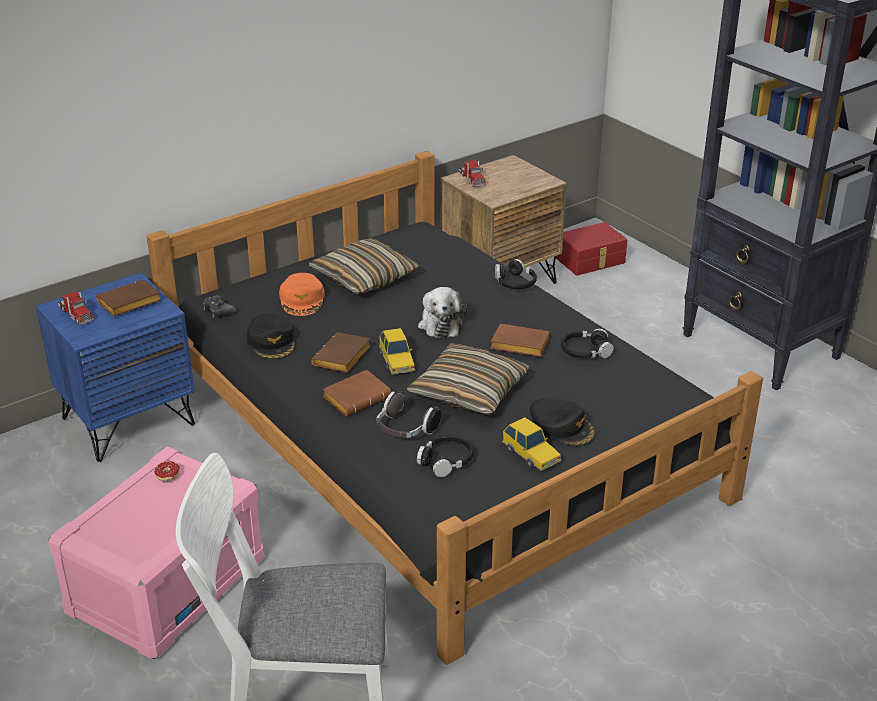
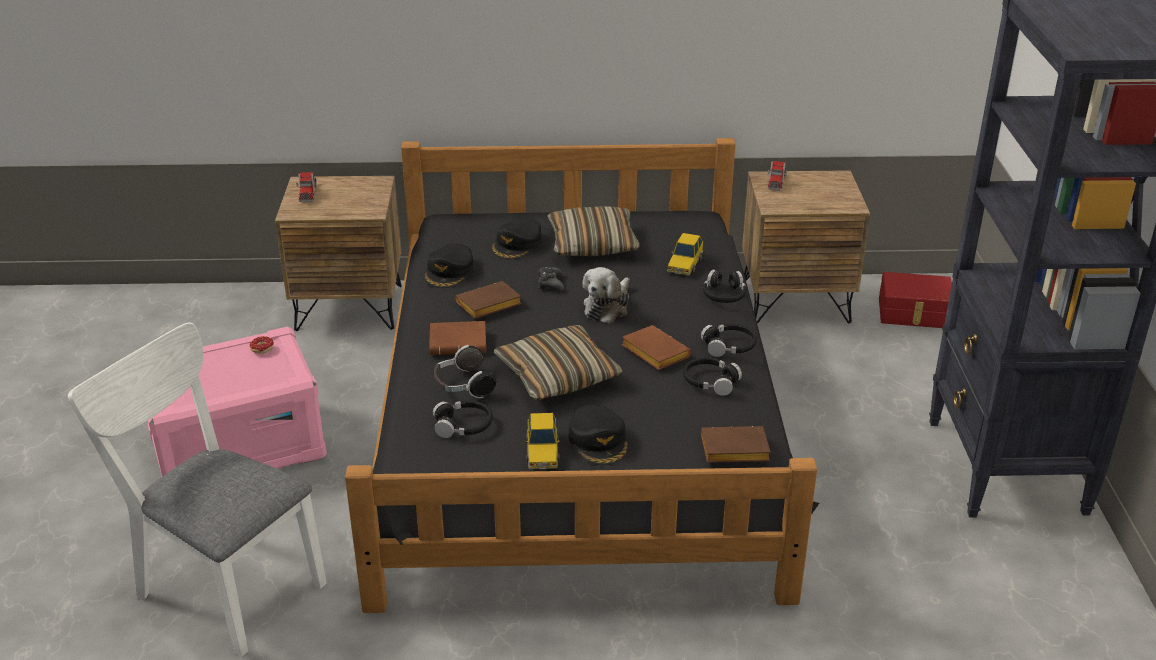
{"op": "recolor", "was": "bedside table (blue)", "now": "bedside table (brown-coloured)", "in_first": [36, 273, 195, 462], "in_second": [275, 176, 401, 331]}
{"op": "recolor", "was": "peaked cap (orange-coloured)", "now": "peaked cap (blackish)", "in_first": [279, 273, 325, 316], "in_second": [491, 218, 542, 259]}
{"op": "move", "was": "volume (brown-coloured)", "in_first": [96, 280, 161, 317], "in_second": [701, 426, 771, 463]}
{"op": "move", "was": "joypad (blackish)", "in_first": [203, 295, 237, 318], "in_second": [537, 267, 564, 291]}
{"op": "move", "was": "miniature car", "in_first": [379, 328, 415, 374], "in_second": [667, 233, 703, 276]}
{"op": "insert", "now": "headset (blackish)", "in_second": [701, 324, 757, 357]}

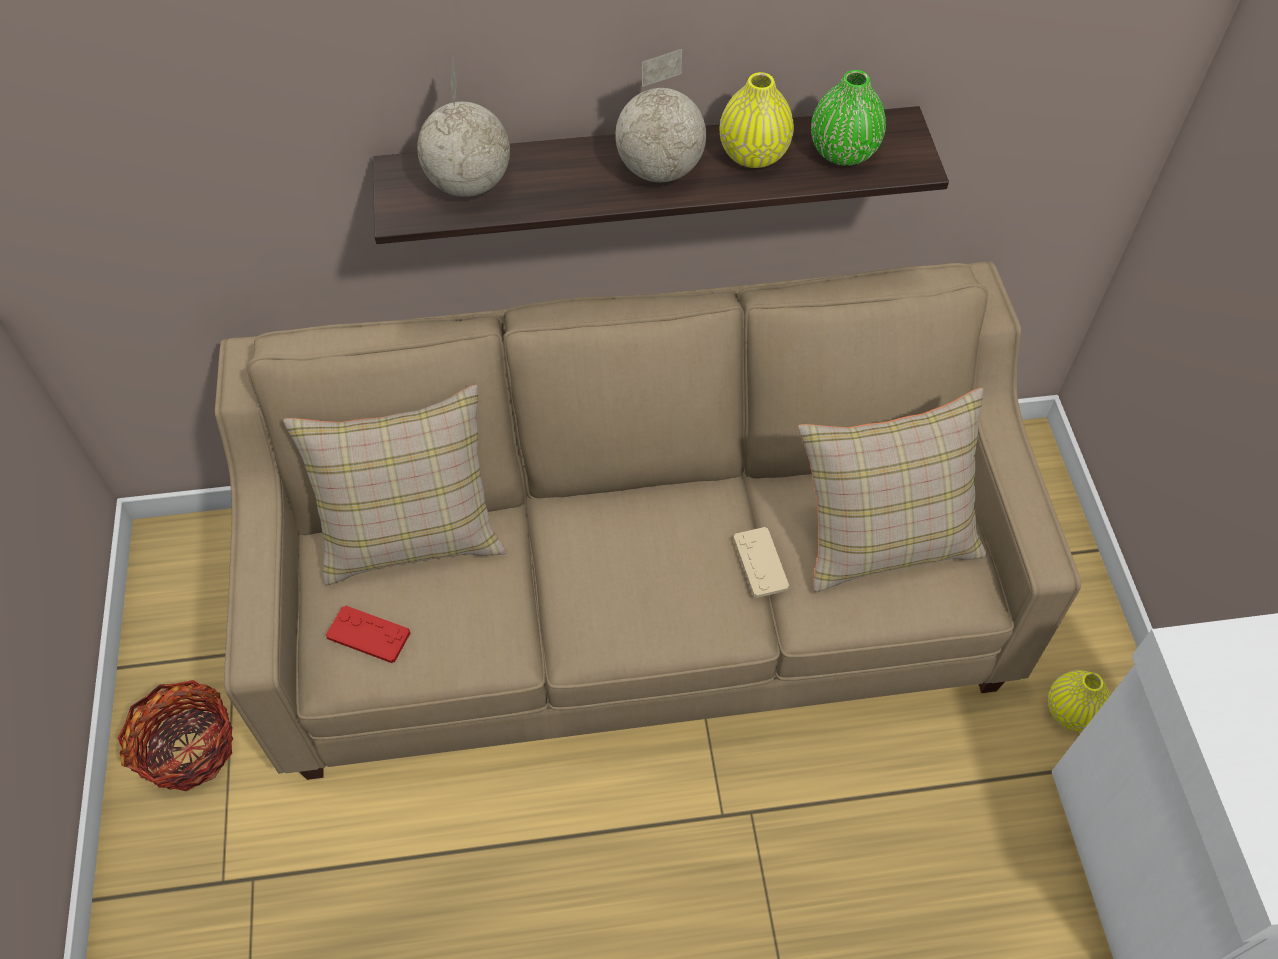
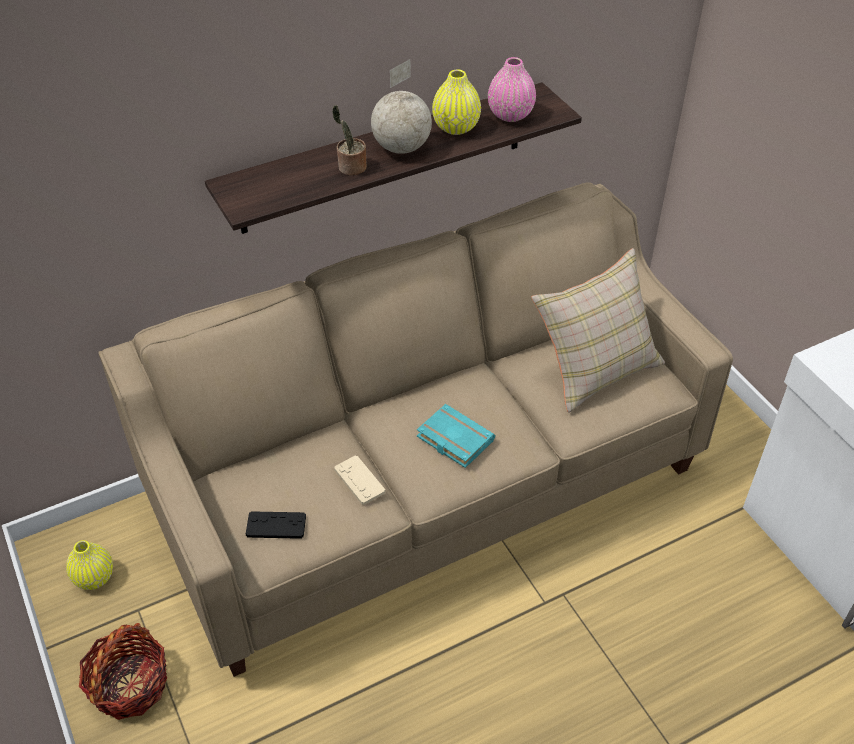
{"op": "delete", "was": "desk globe", "in_first": [417, 58, 510, 197]}
{"op": "recolor", "was": "decorative vase (greenish)", "now": "decorative vase (pink-coloured)", "in_first": [811, 70, 886, 166], "in_second": [488, 57, 536, 122]}
{"op": "delete", "was": "throw pillow (beige)", "in_first": [283, 384, 507, 586]}
{"op": "move", "was": "joypad (beige)", "in_first": [733, 527, 789, 598], "in_second": [334, 455, 386, 505]}
{"op": "recolor", "was": "joypad (reddish)", "now": "joypad (blackish)", "in_first": [326, 605, 410, 663], "in_second": [246, 511, 306, 539]}
{"op": "move", "was": "decorative vase (yellow)", "in_first": [1048, 670, 1110, 731], "in_second": [66, 540, 113, 590]}
{"op": "insert", "now": "potted plant", "in_second": [332, 105, 367, 175]}
{"op": "insert", "now": "volume (turquoise)", "in_second": [417, 404, 495, 468]}

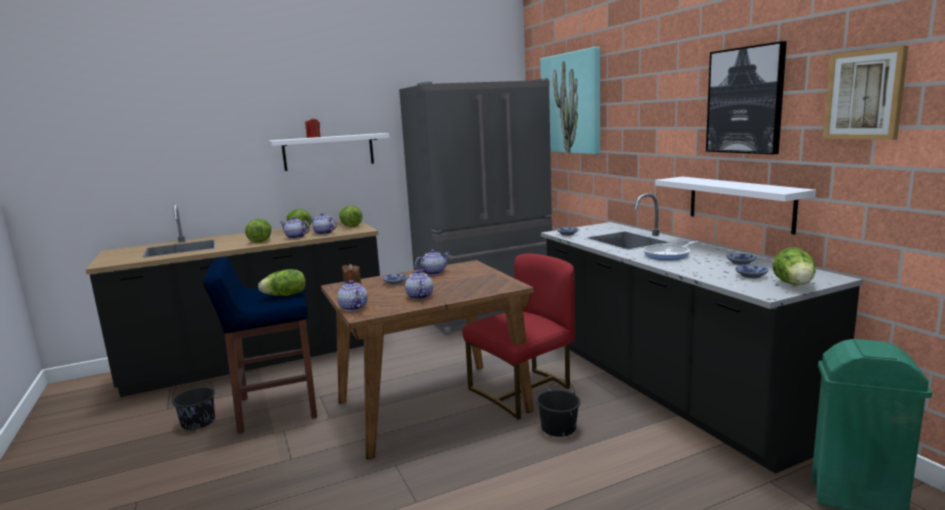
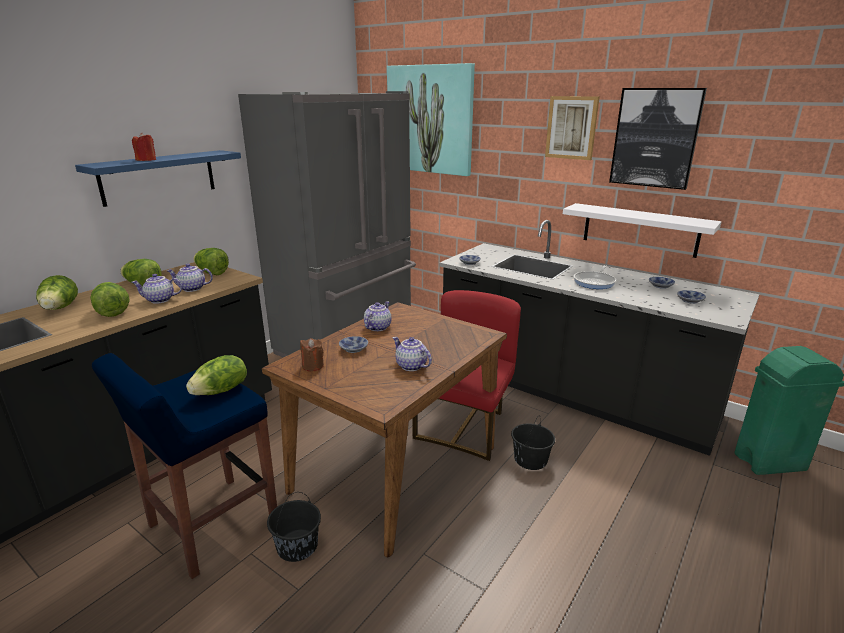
{"op": "move", "was": "picture", "in_first": [823, 46, 908, 140], "in_second": [545, 96, 600, 160]}
{"op": "recolor", "was": "shelf (whitish)", "now": "shelf (blue)", "in_first": [269, 133, 390, 171], "in_second": [75, 150, 241, 207]}
{"op": "move", "was": "lettuce", "in_first": [773, 247, 816, 285], "in_second": [36, 275, 78, 310]}
{"op": "delete", "was": "tea pot", "in_first": [337, 280, 368, 311]}
{"op": "move", "was": "bucket (blackish)", "in_first": [172, 375, 215, 430], "in_second": [267, 492, 321, 562]}

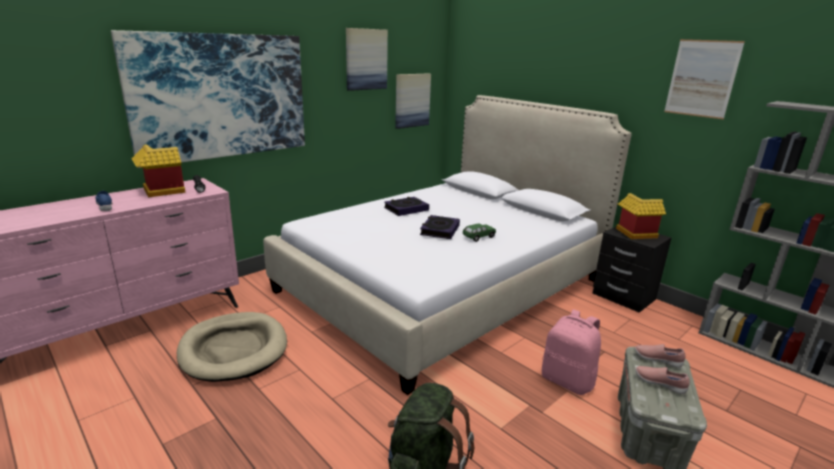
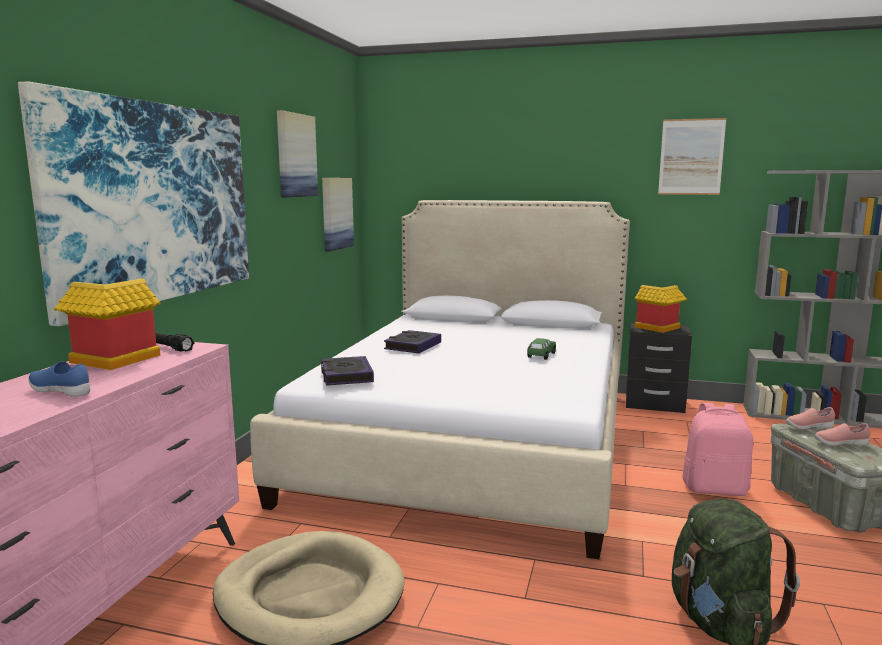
{"op": "move", "was": "volume", "in_first": [420, 215, 460, 239], "in_second": [321, 356, 374, 386]}

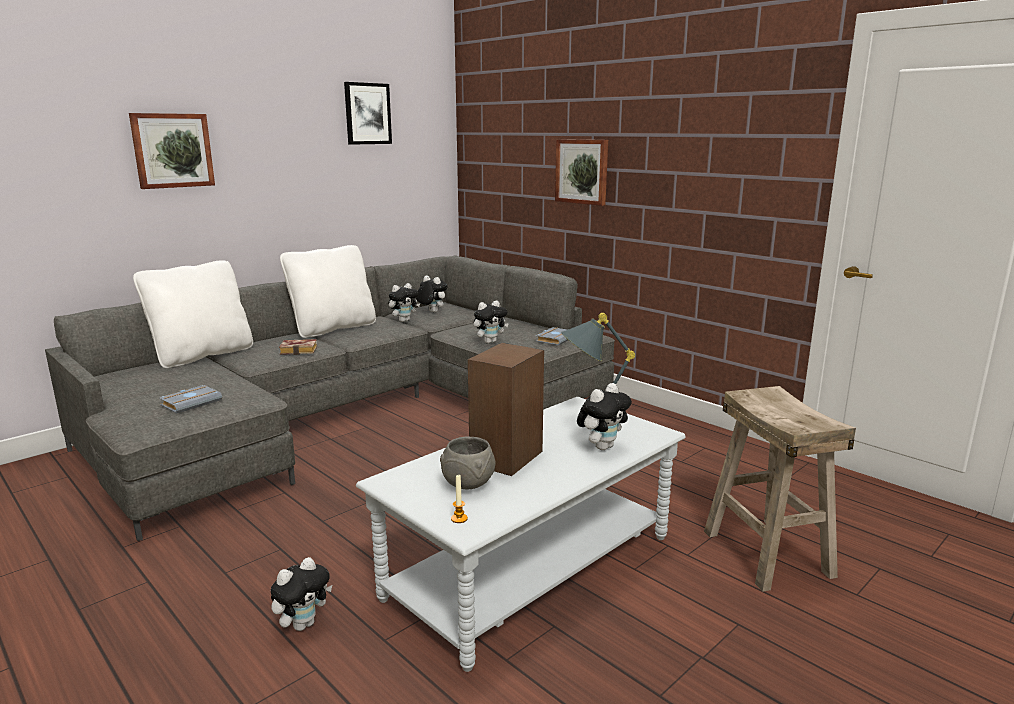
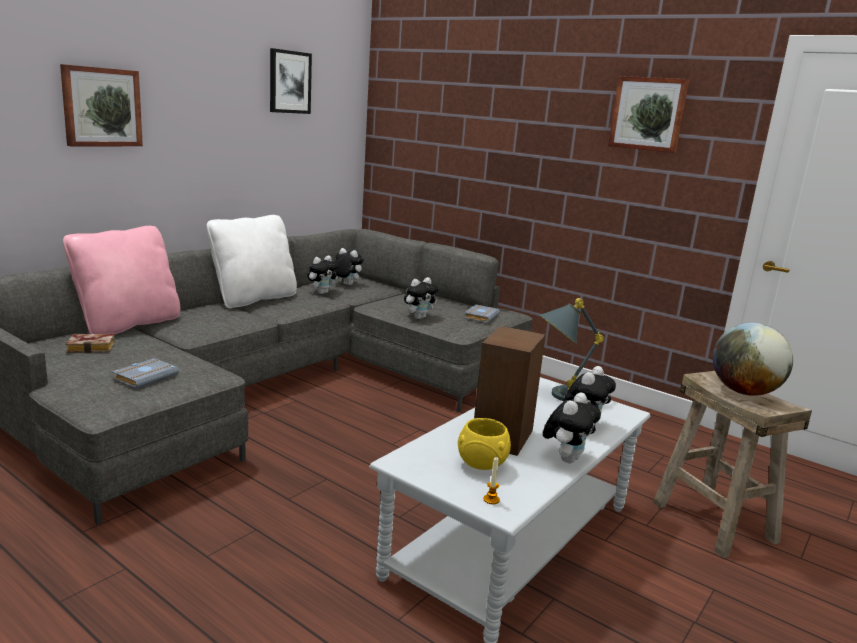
{"op": "move", "was": "picture", "in_first": [555, 139, 608, 206], "in_second": [608, 76, 690, 153]}
{"op": "recolor", "was": "throw pillow (whitish)", "now": "throw pillow (pink-coloured)", "in_first": [133, 260, 253, 368], "in_second": [63, 226, 180, 335]}
{"op": "move", "was": "volume", "in_first": [279, 339, 317, 355], "in_second": [66, 334, 115, 353]}
{"op": "recolor", "was": "bowl (gray)", "now": "bowl (yellow)", "in_first": [440, 436, 496, 489], "in_second": [458, 418, 511, 470]}
{"op": "move", "was": "cuddly toy", "in_first": [271, 557, 333, 631], "in_second": [543, 392, 601, 463]}
{"op": "insert", "now": "desk globe", "in_second": [713, 323, 793, 396]}

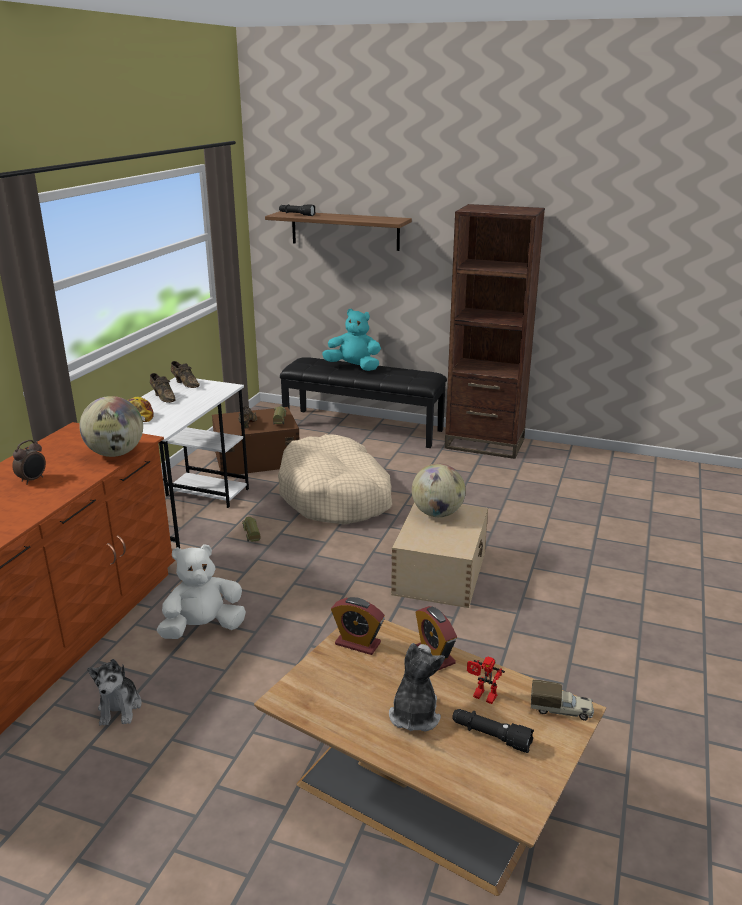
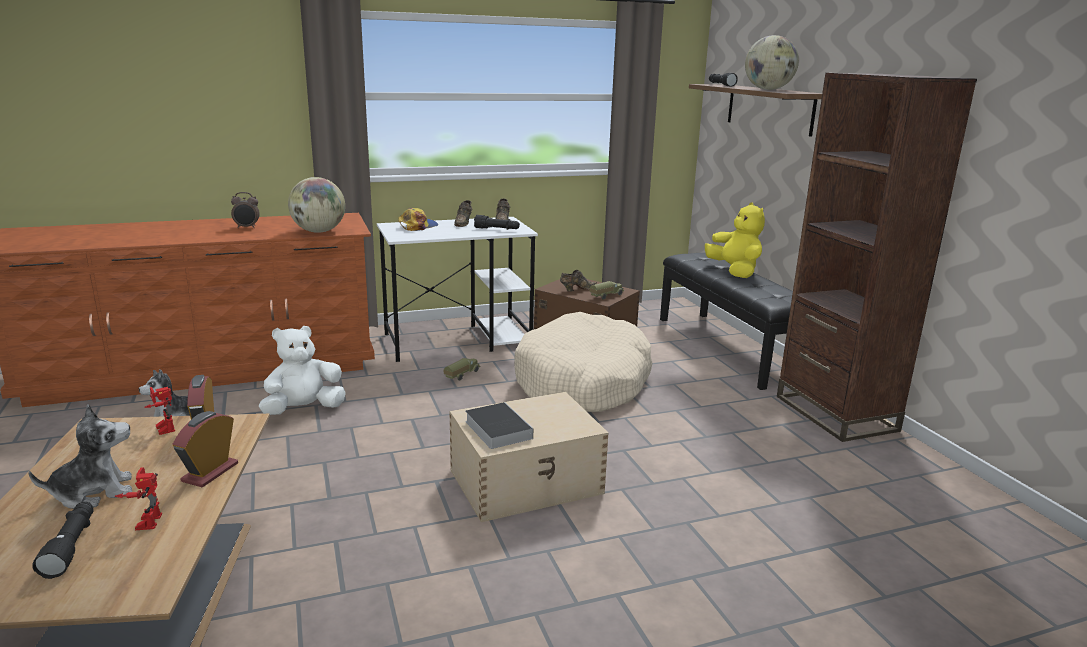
{"op": "recolor", "was": "cuddly toy (turquoise)", "now": "cuddly toy (yellow)", "in_first": [322, 309, 381, 371], "in_second": [705, 202, 765, 278]}
{"op": "move", "was": "desk globe", "in_first": [412, 464, 466, 517], "in_second": [745, 35, 799, 90]}
{"op": "rotate", "was": "cuddly toy (whitish)", "in_first": [157, 544, 246, 639], "in_second": [259, 326, 346, 415], "clockwise": -60}
{"op": "delete", "was": "toy truck", "in_first": [531, 680, 594, 721]}
{"op": "insert", "now": "flashlight (blackish)", "in_second": [474, 215, 520, 230]}
{"op": "insert", "now": "robot figure", "in_second": [144, 387, 175, 435]}
{"op": "insert", "now": "volume", "in_second": [465, 402, 533, 449]}

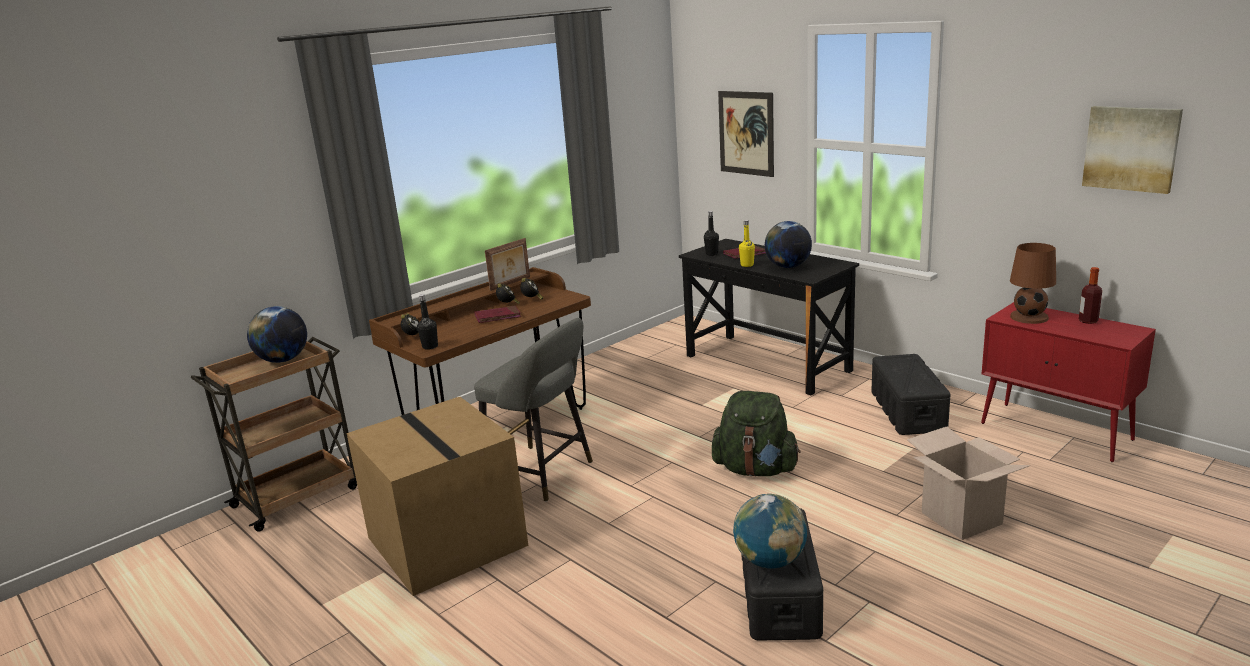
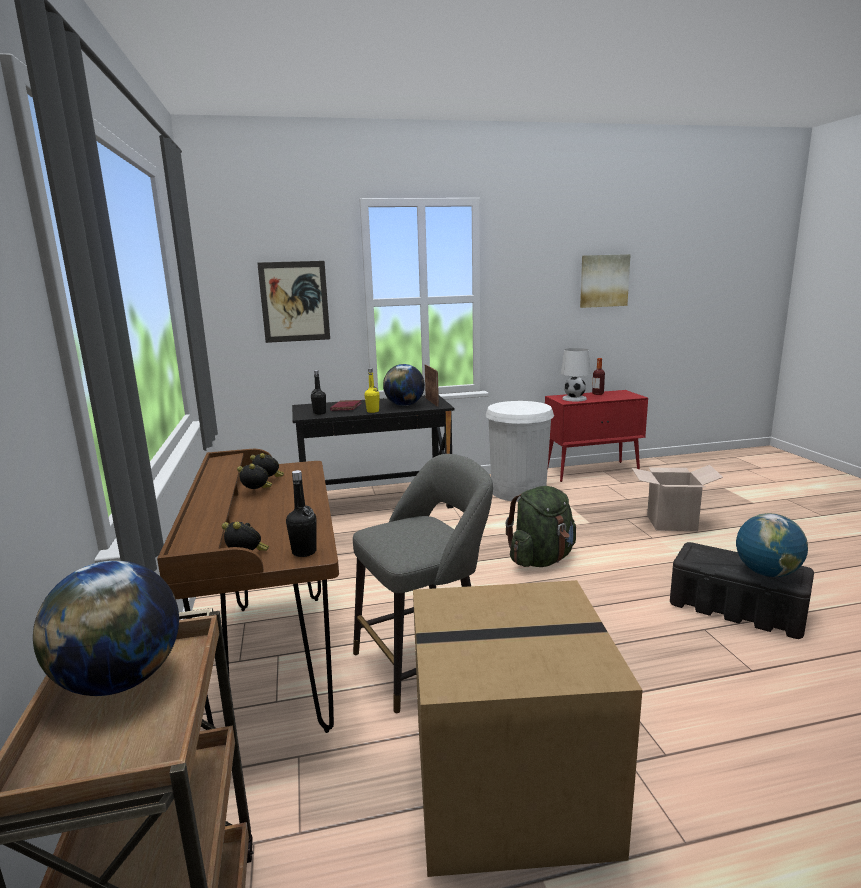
{"op": "move", "was": "picture frame", "in_first": [485, 238, 530, 291], "in_second": [425, 364, 439, 407]}
{"op": "recolor", "was": "tabletop lamp (brown-coloured)", "now": "tabletop lamp (whitish)", "in_first": [1010, 243, 1056, 324], "in_second": [561, 348, 590, 401]}
{"op": "delete", "was": "volume (reddish)", "in_first": [474, 305, 521, 323]}
{"op": "replace", "was": "storage box (blackish)", "now": "trash can (whitish)", "in_first": [871, 354, 951, 435], "in_second": [486, 401, 554, 502]}

